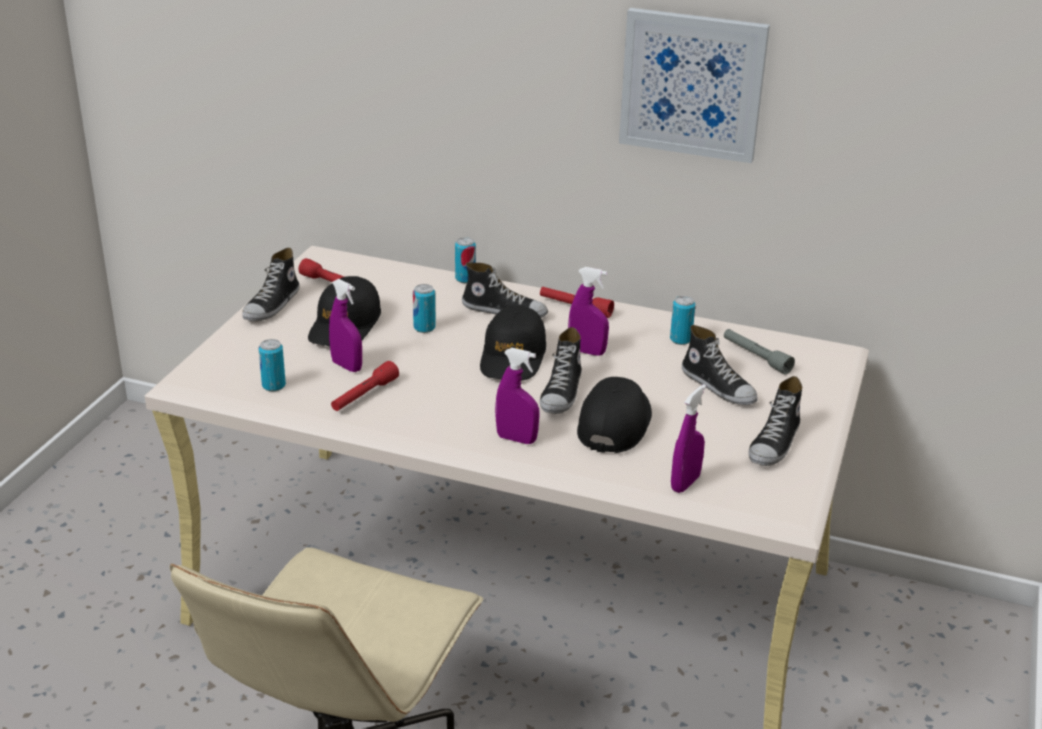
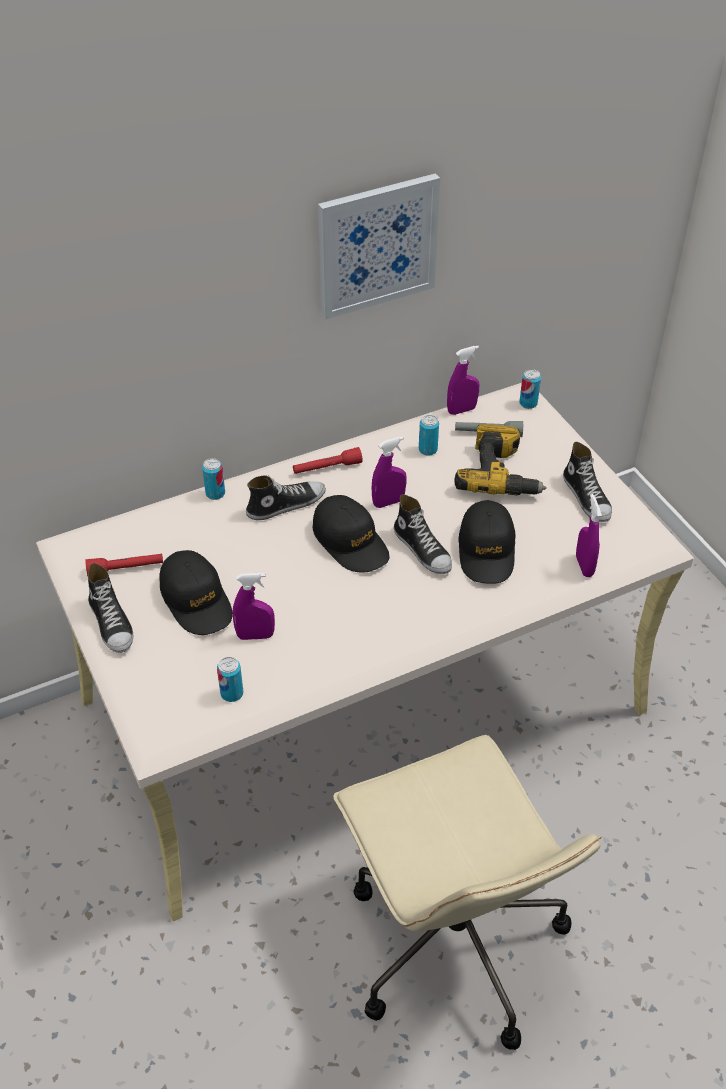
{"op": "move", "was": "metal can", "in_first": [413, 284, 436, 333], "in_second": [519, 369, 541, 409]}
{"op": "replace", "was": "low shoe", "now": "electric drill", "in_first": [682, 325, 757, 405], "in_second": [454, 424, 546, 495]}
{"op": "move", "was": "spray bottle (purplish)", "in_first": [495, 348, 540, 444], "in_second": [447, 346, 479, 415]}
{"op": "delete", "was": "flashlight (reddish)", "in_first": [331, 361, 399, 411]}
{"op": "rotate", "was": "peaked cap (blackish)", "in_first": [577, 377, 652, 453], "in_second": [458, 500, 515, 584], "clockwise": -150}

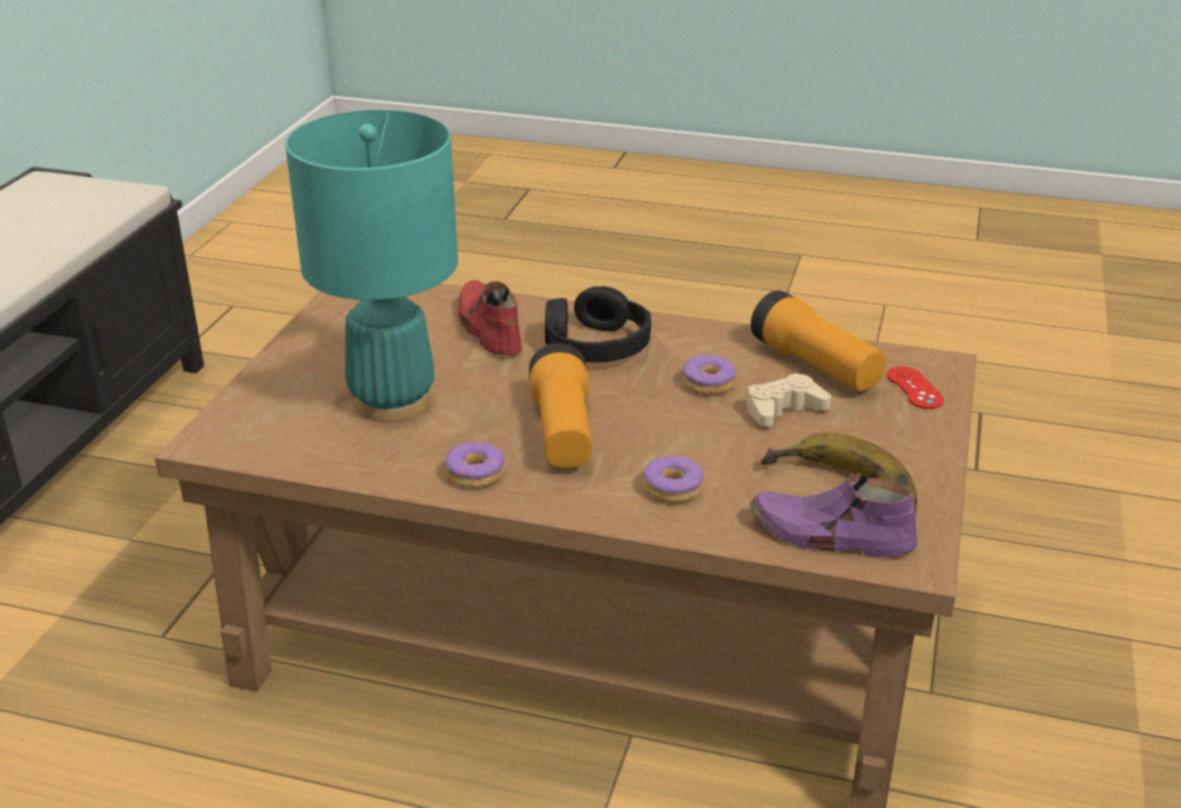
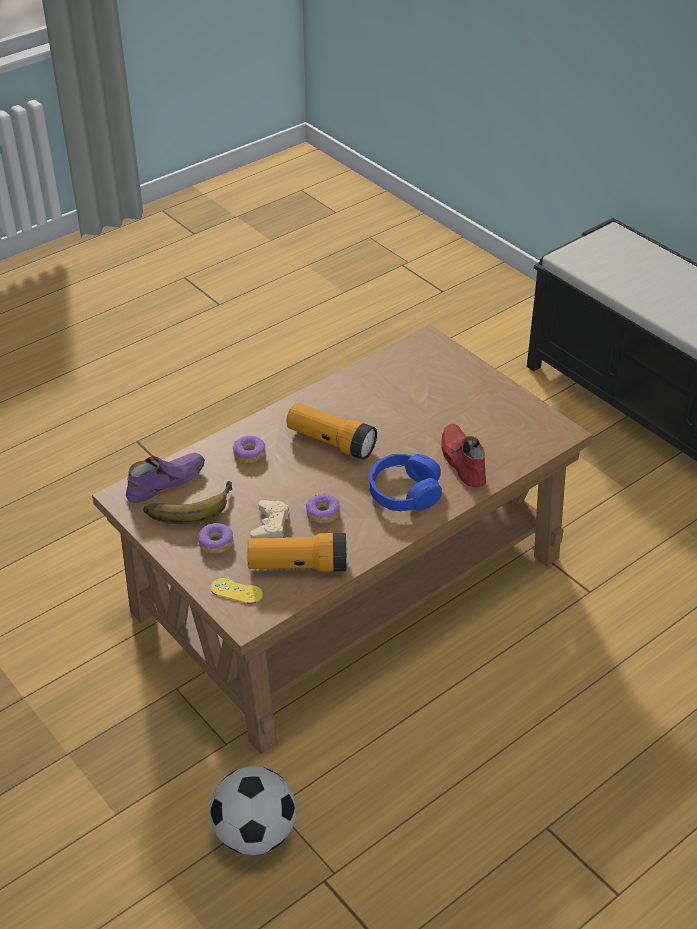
{"op": "delete", "was": "tabletop lamp (turquoise)", "in_first": [285, 110, 458, 422]}
{"op": "rotate", "was": "low shoe (reddish)", "in_first": [458, 280, 522, 356], "in_second": [441, 424, 486, 487], "clockwise": -120}
{"op": "recolor", "was": "headset (blackish)", "now": "headset (blue)", "in_first": [545, 286, 651, 363], "in_second": [369, 454, 442, 511]}
{"op": "recolor", "was": "joypad (reddish)", "now": "joypad (yellow)", "in_first": [887, 366, 944, 409], "in_second": [211, 578, 263, 604]}
{"op": "move", "was": "ring doughnut", "in_first": [445, 442, 505, 488], "in_second": [198, 523, 233, 554]}
{"op": "insert", "now": "football", "in_second": [210, 766, 296, 855]}

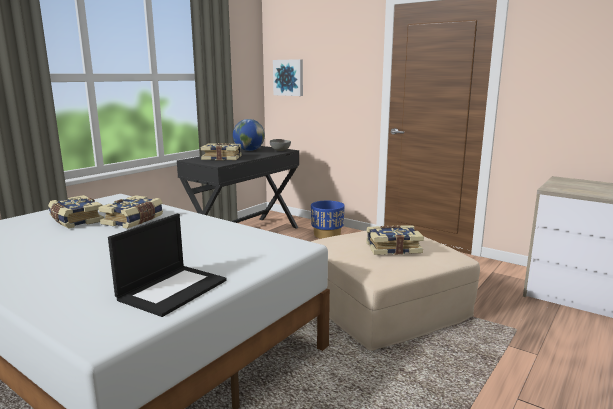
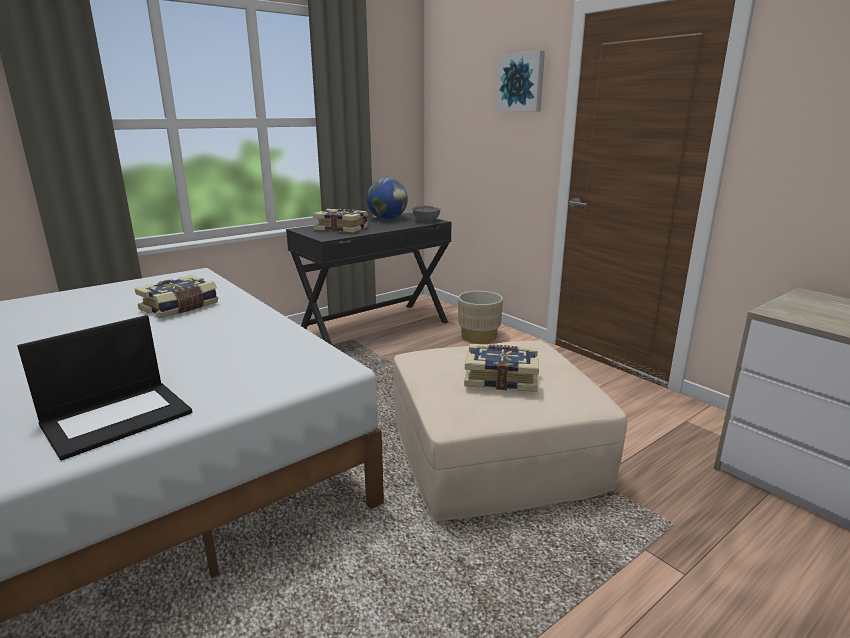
{"op": "move", "was": "picture", "in_first": [273, 59, 303, 96], "in_second": [497, 50, 545, 112]}
{"op": "delete", "was": "volume", "in_first": [48, 195, 104, 229]}
{"op": "recolor", "was": "plant pot (blue)", "now": "plant pot (beige)", "in_first": [311, 201, 345, 239], "in_second": [458, 291, 503, 343]}

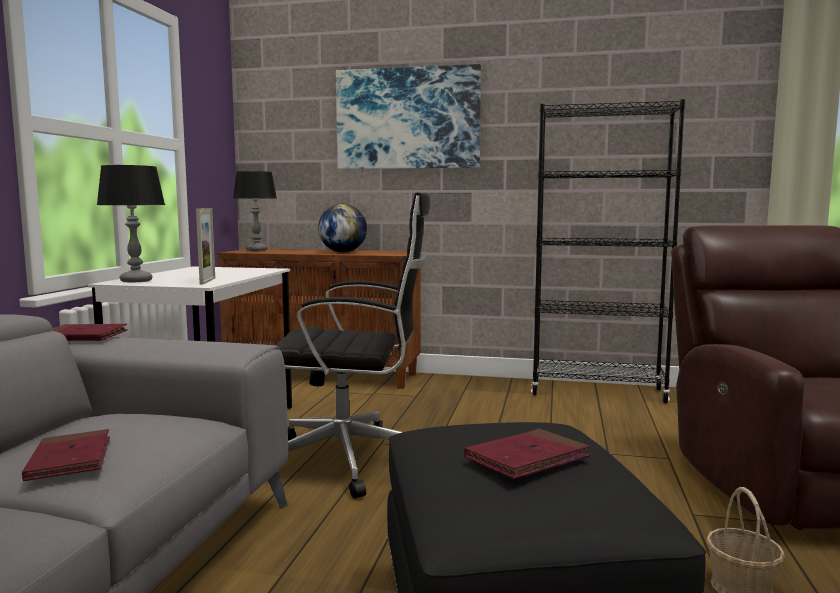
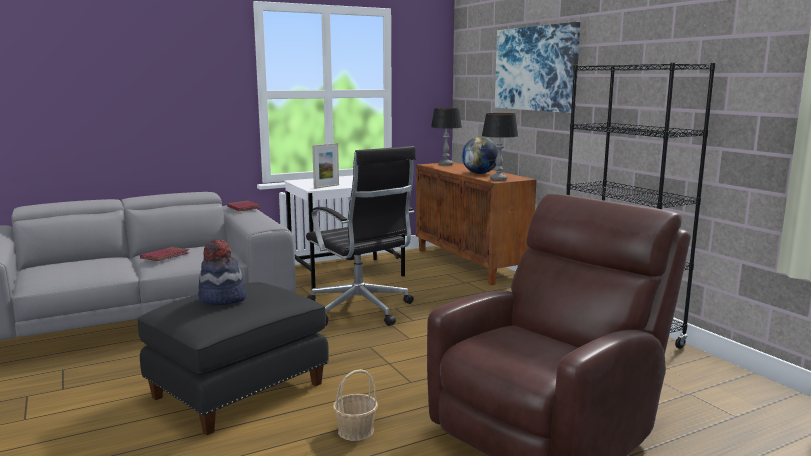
{"op": "move", "was": "tabletop lamp", "in_first": [97, 165, 165, 282], "in_second": [482, 113, 518, 181]}
{"op": "replace", "was": "volume (reddish)", "now": "hat", "in_first": [464, 429, 590, 479], "in_second": [198, 239, 246, 305]}

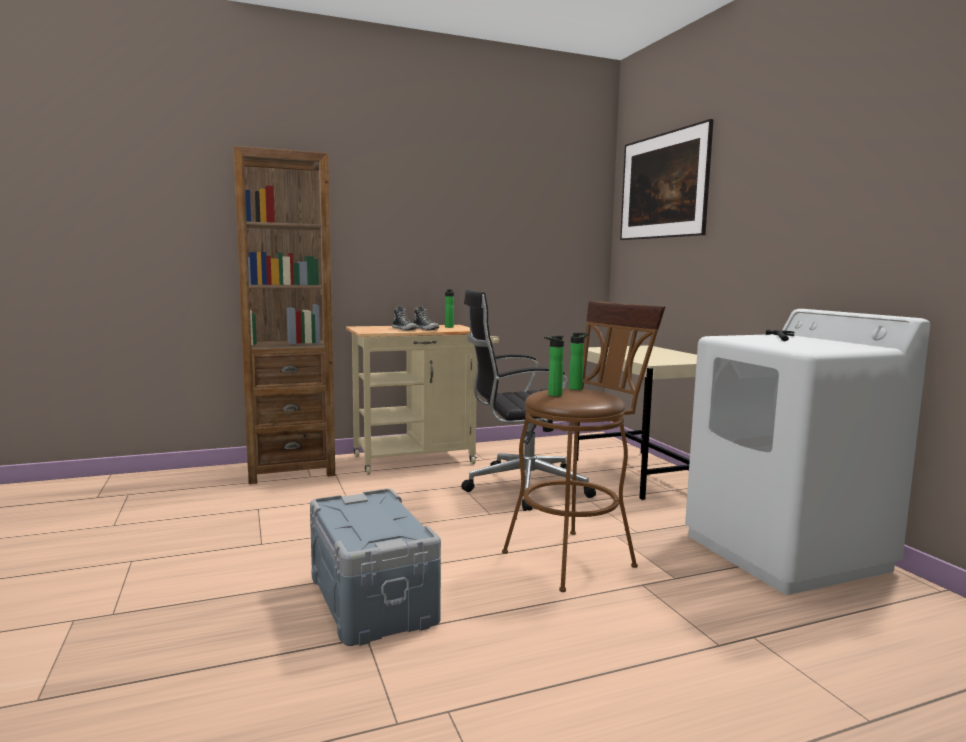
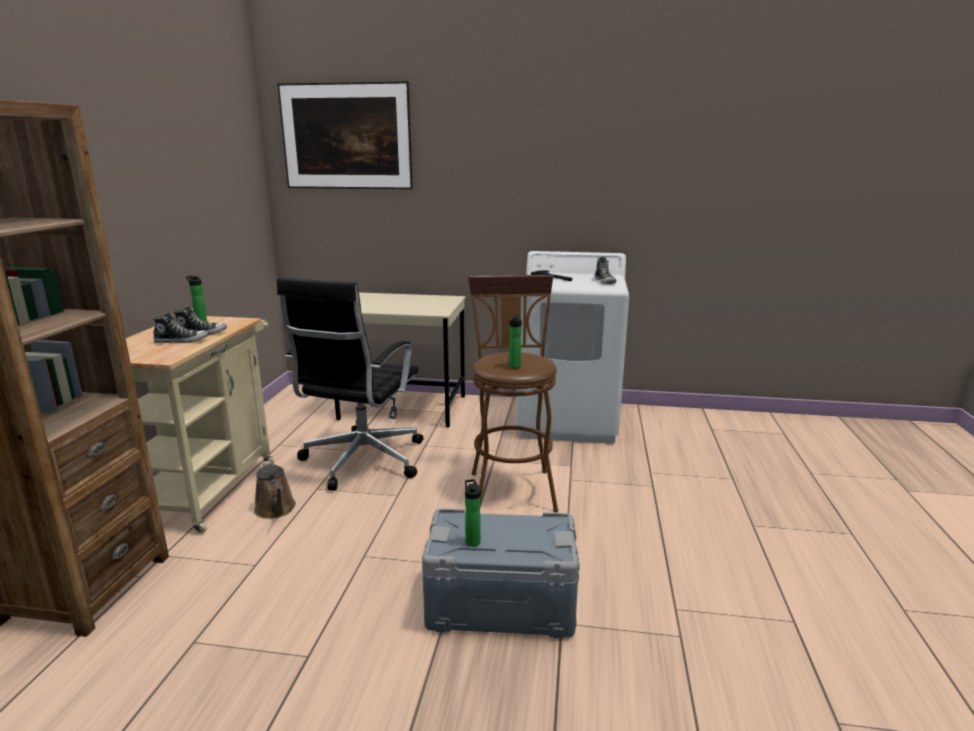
{"op": "move", "was": "beverage bottle", "in_first": [569, 332, 588, 390], "in_second": [465, 479, 481, 547]}
{"op": "insert", "now": "low shoe", "in_second": [595, 257, 616, 284]}
{"op": "insert", "now": "watering can (brown-coloured)", "in_second": [254, 460, 296, 519]}

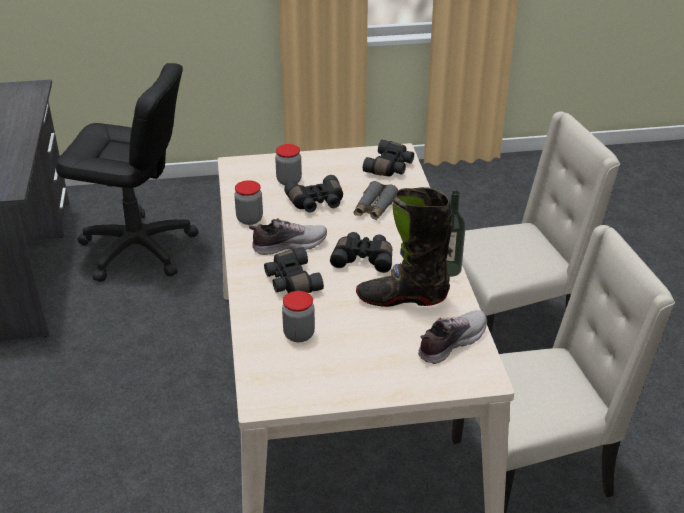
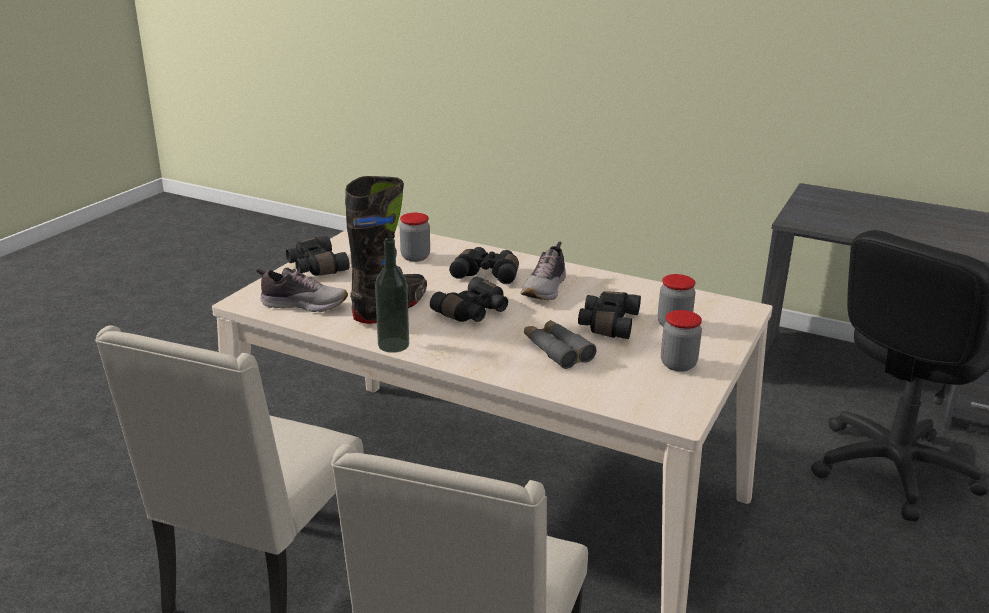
{"op": "move", "was": "pair of binoculars (blackish)", "in_first": [363, 140, 414, 176], "in_second": [286, 236, 350, 276]}
{"op": "move", "was": "jar", "in_first": [234, 180, 263, 225], "in_second": [661, 310, 702, 372]}
{"op": "rotate", "was": "low shoe", "in_first": [418, 310, 487, 364], "in_second": [256, 268, 348, 312], "clockwise": -75}

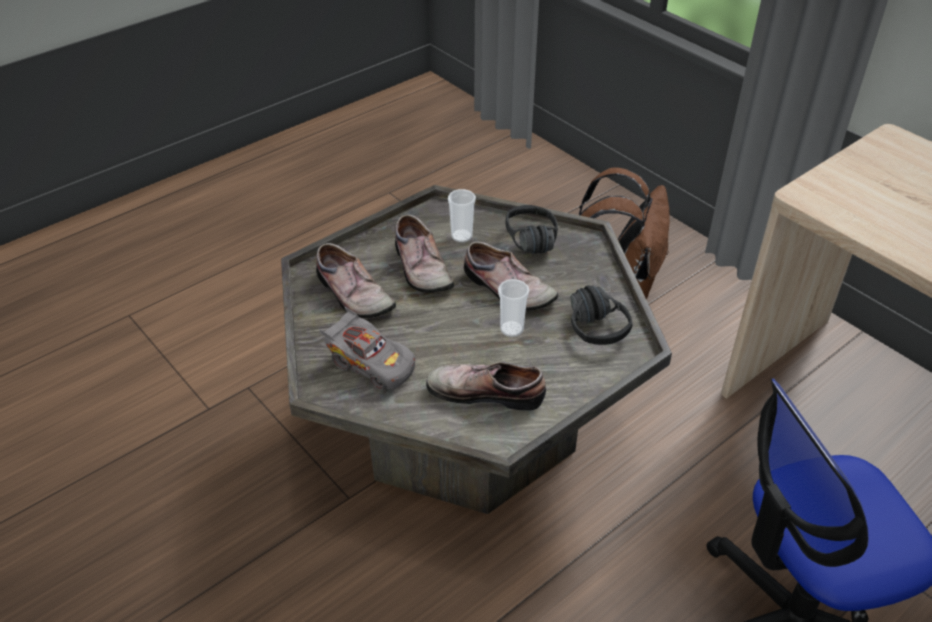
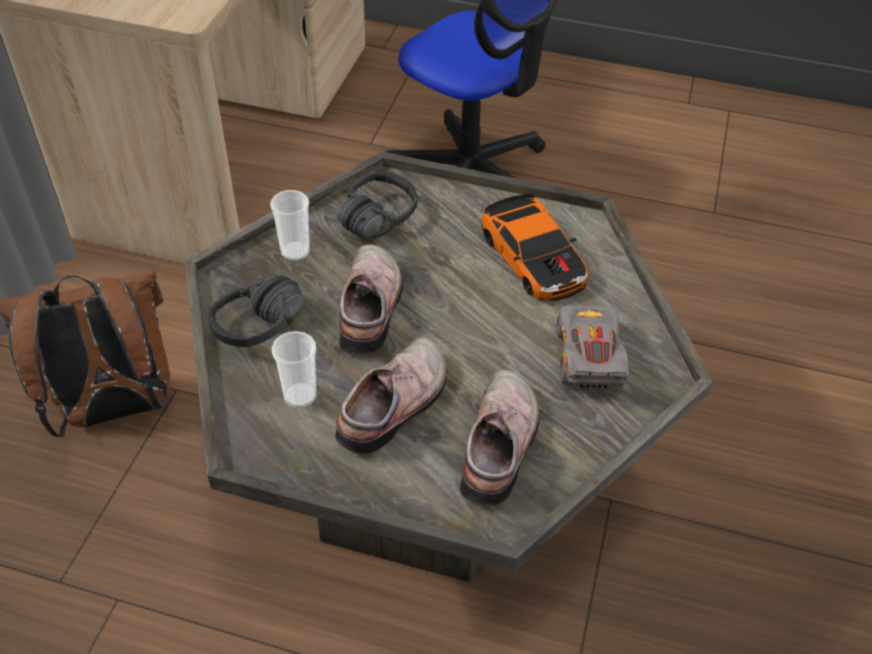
{"op": "move", "was": "cup", "in_first": [498, 279, 530, 337], "in_second": [270, 190, 310, 261]}
{"op": "replace", "was": "low shoe", "now": "miniature car", "in_first": [426, 362, 546, 411], "in_second": [481, 194, 589, 302]}

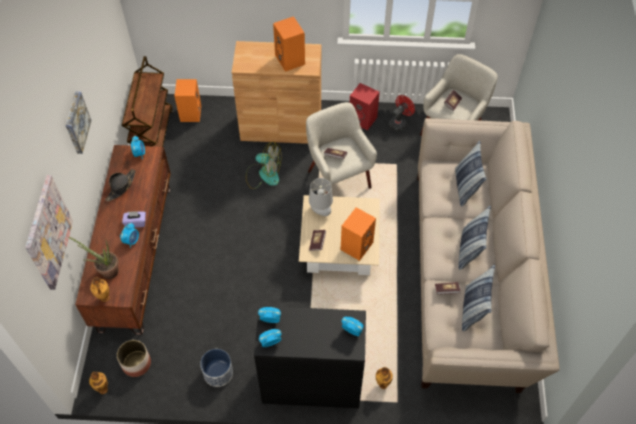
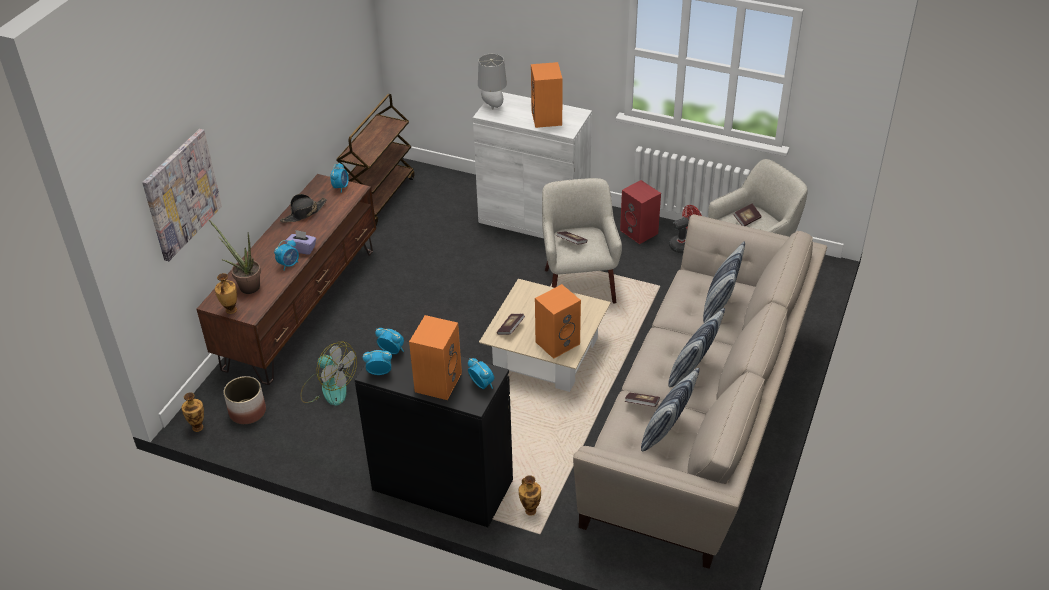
{"op": "recolor", "was": "storage cabinet (brown-coloured)", "now": "storage cabinet (whitish)", "in_first": [232, 41, 321, 144], "in_second": [473, 92, 592, 239]}
{"op": "move", "was": "audio speaker (orange-coloured)", "in_first": [175, 79, 201, 122], "in_second": [409, 315, 462, 400]}
{"op": "delete", "was": "picture", "in_first": [66, 91, 91, 154]}
{"op": "move", "was": "electric fan", "in_first": [246, 142, 281, 189], "in_second": [300, 341, 357, 406]}
{"op": "move", "was": "tabletop lamp (gray)", "in_first": [309, 178, 333, 216], "in_second": [478, 54, 507, 109]}
{"op": "delete", "was": "plant pot", "in_first": [200, 349, 233, 387]}

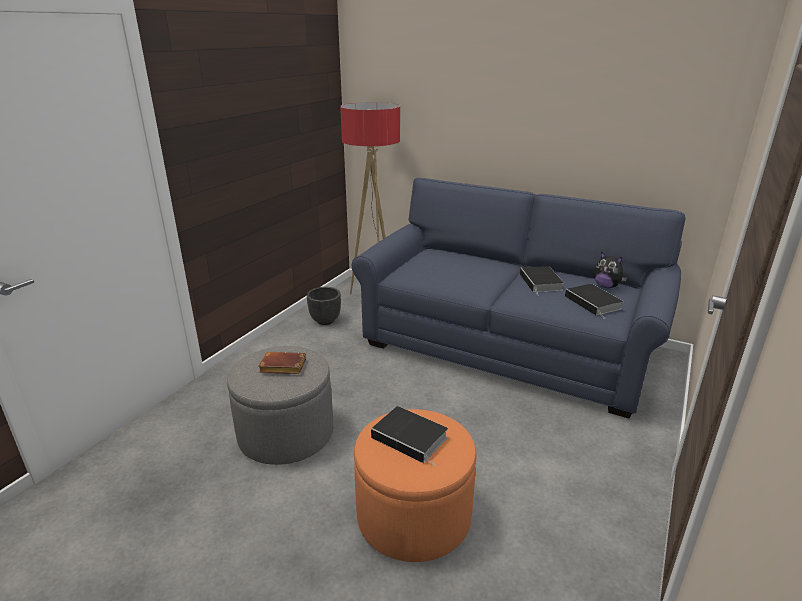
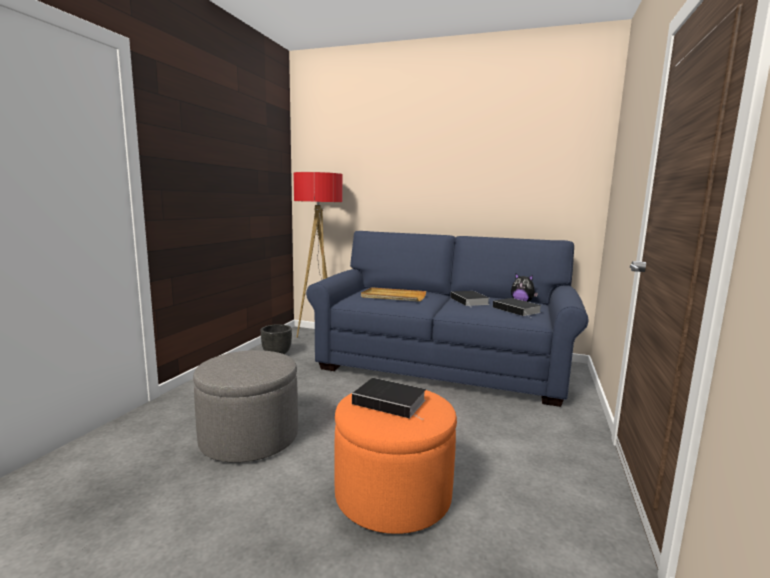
{"op": "delete", "was": "volume (brown-coloured)", "in_first": [258, 352, 306, 374]}
{"op": "insert", "now": "carrying tray (beige)", "in_second": [361, 287, 426, 302]}

